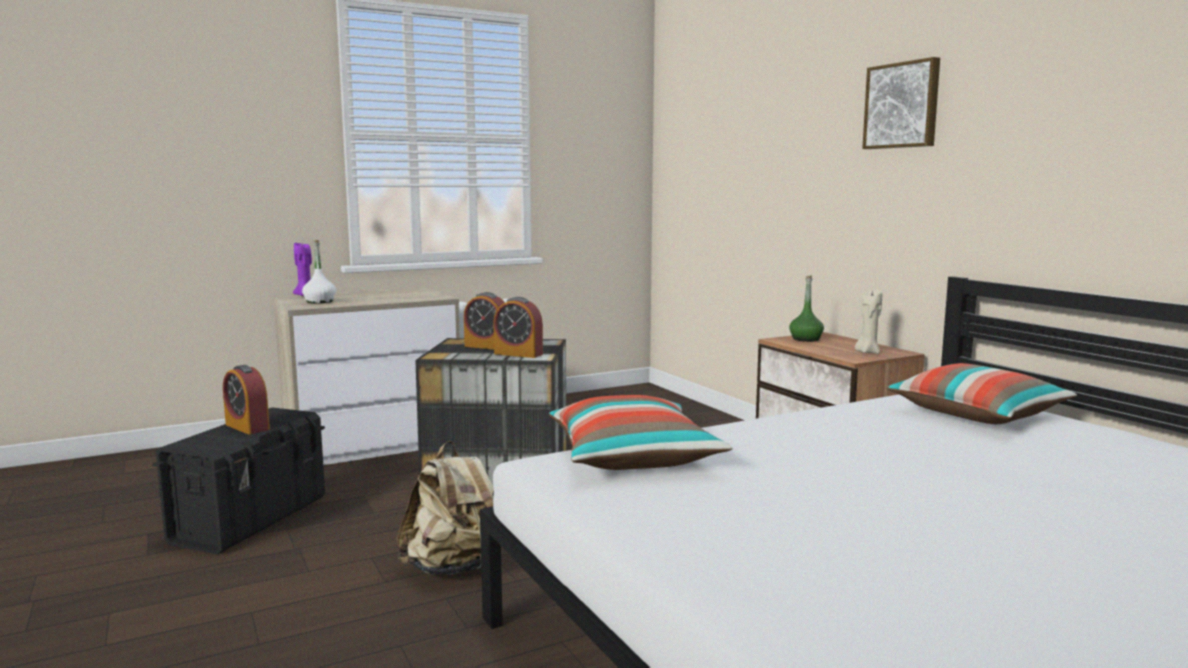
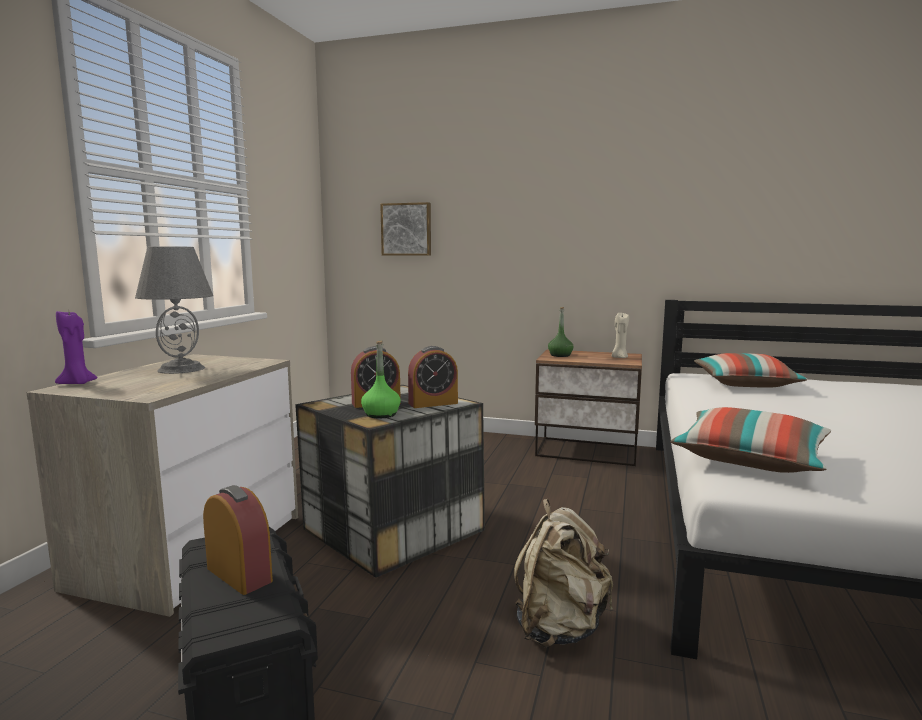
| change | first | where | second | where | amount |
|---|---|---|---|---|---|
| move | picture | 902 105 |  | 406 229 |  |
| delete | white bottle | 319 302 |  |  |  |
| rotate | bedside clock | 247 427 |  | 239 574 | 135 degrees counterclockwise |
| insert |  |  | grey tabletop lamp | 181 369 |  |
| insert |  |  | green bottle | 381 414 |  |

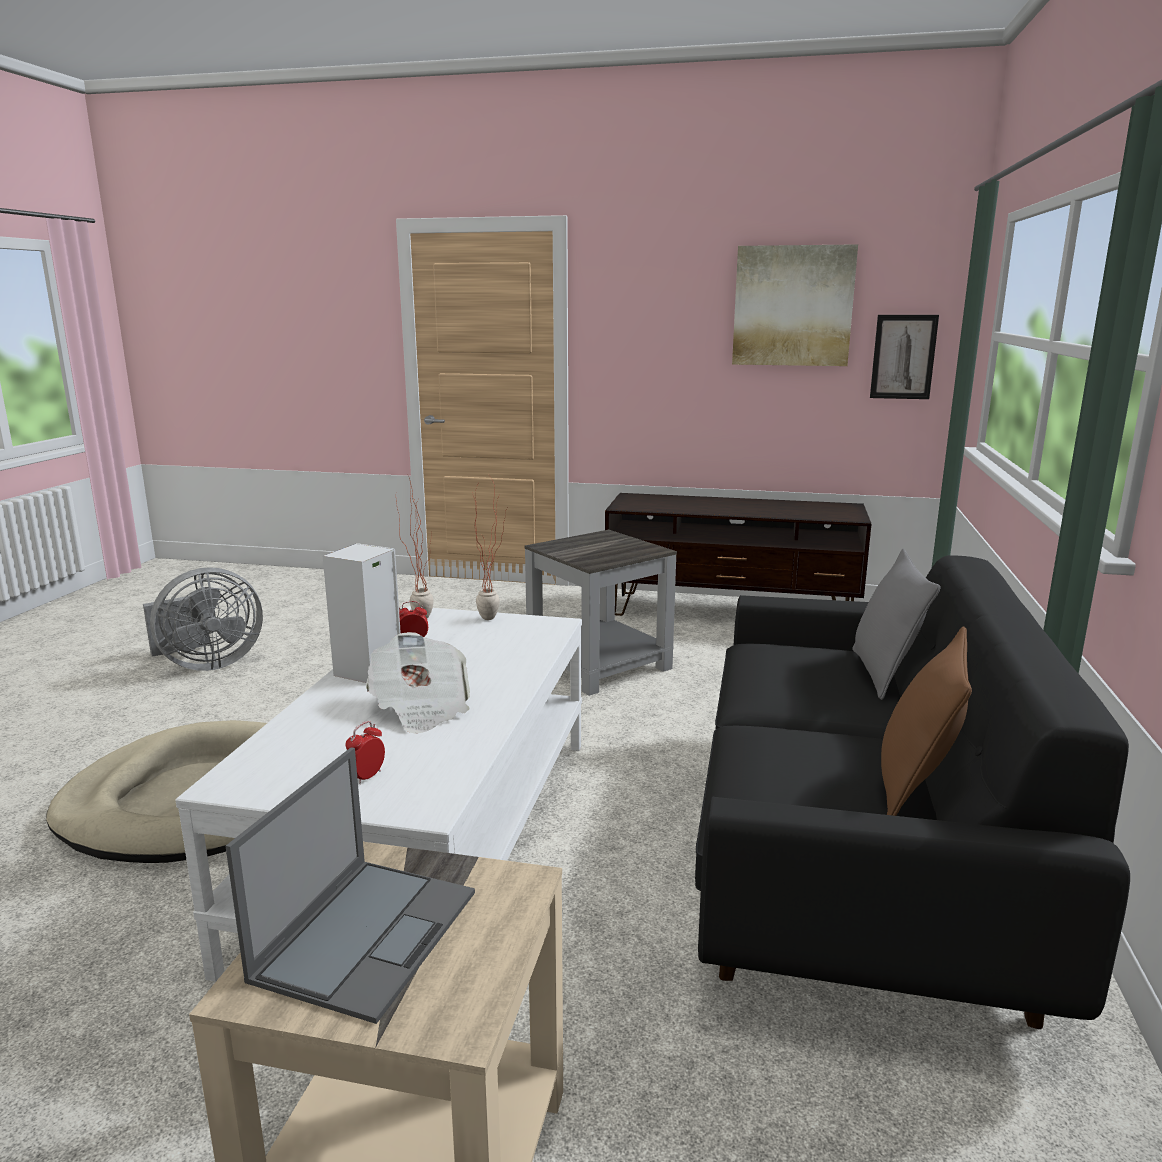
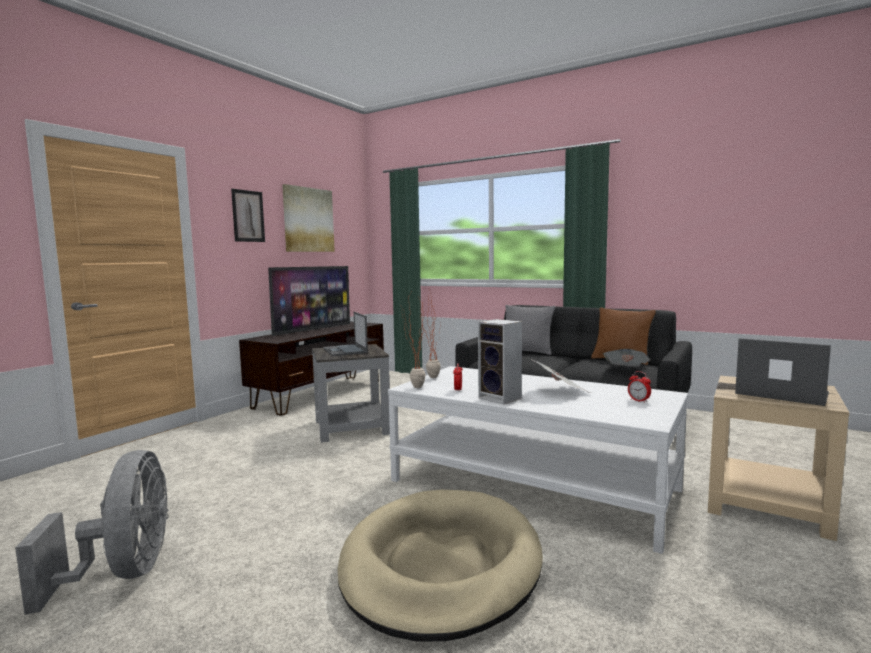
| change | first | where | second | where | amount |
|---|---|---|---|---|---|
| move | picture | 903 357 |  | 248 216 |  |
| insert |  |  | TV | 313 329 |  |
| insert |  |  | notebook computer | 345 350 |  |
| insert |  |  | newspaper | 626 370 |  |

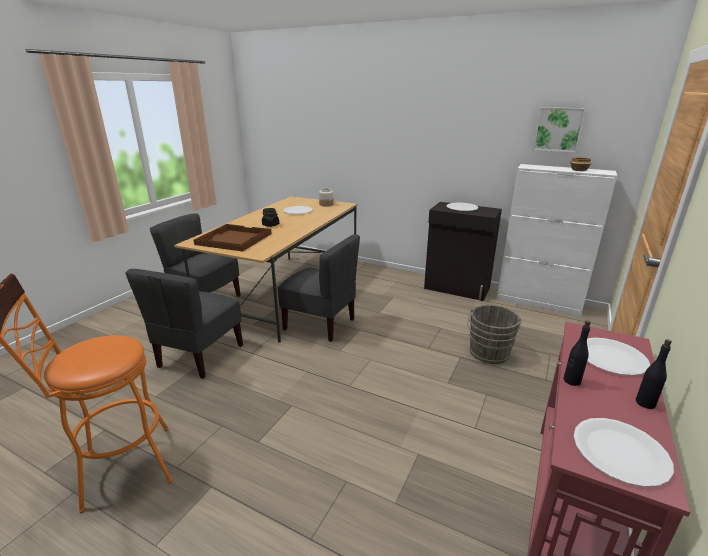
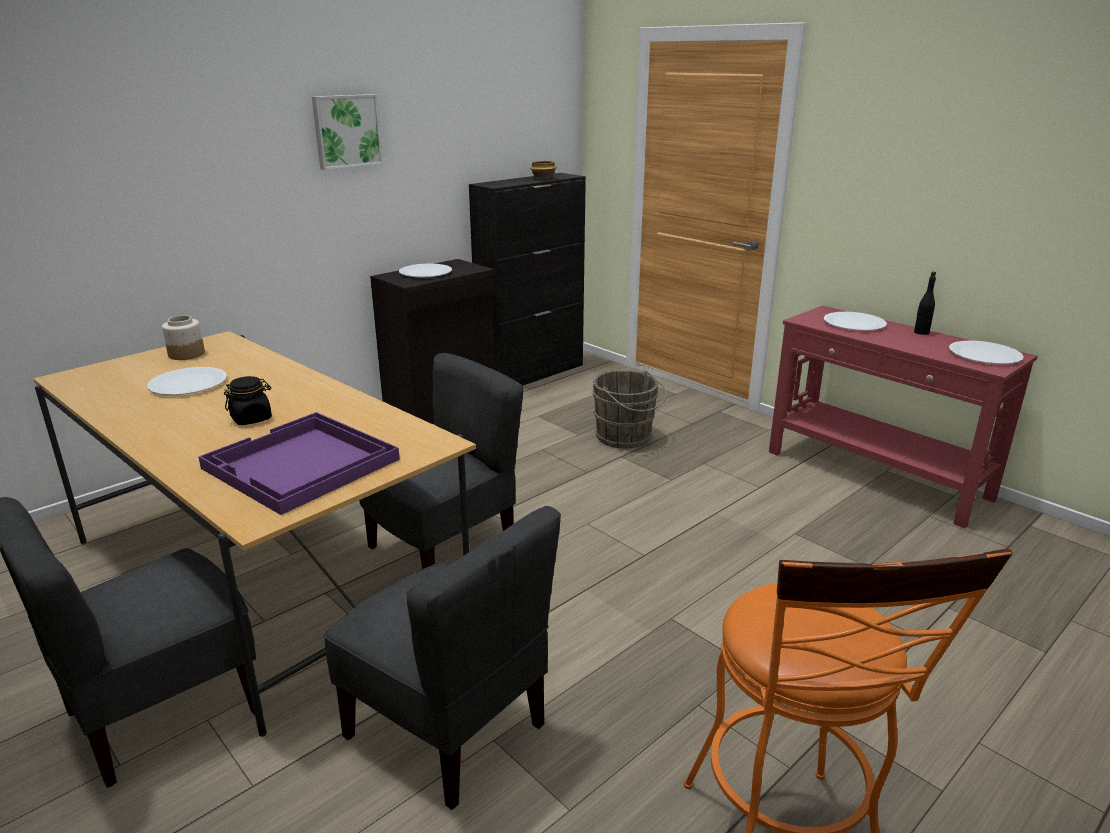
| change | first | where | second | where | amount |
|---|---|---|---|---|---|
| move | picture | 558 129 |  | 346 131 |  |
| recolor | white cupboard | 538 302 | blackish cupboard | 532 373 |  |
| recolor | brownish carrying tray | 233 239 | purple carrying tray | 301 465 |  |
| delete | blackish bottle | 571 381 |  |  |  |

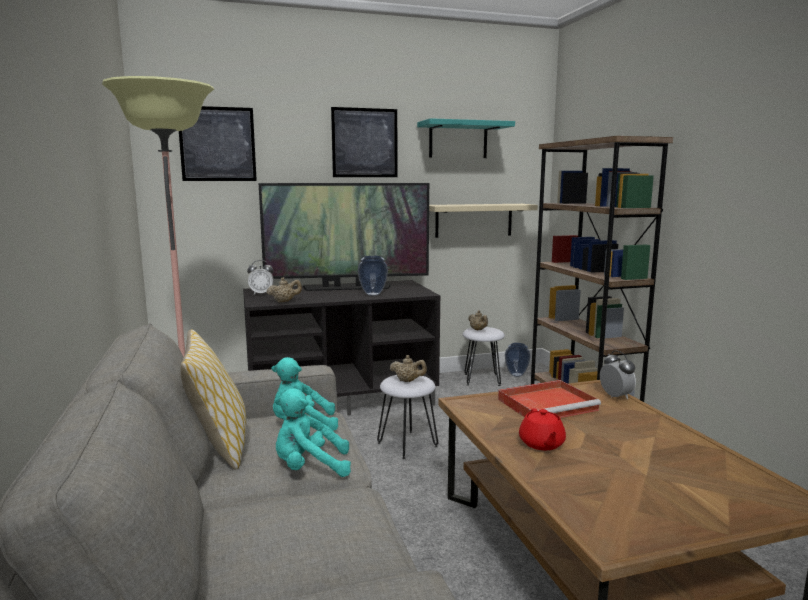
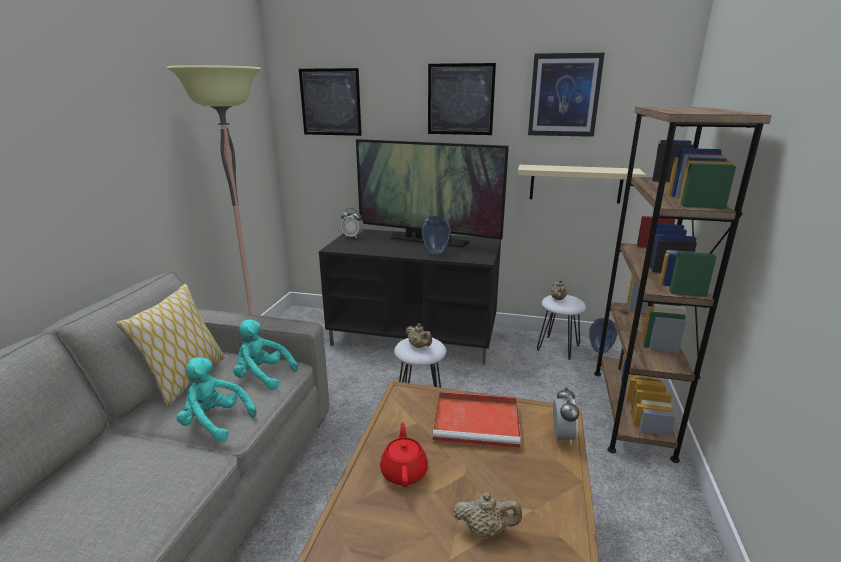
| change | first | where | second | where | amount |
|---|---|---|---|---|---|
| replace | turquoise shelf | 458 140 | picture | 564 95 |  |
| move | beige-coloured tea pot | 284 301 |  | 486 530 |  |
| rotate | red-coloured tea pot | 541 444 |  | 404 471 | 150 degrees clockwise |

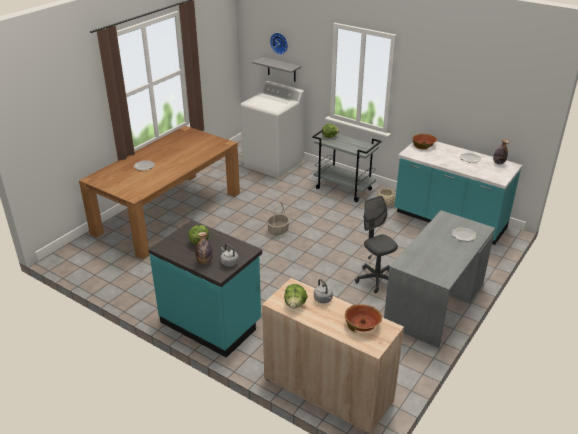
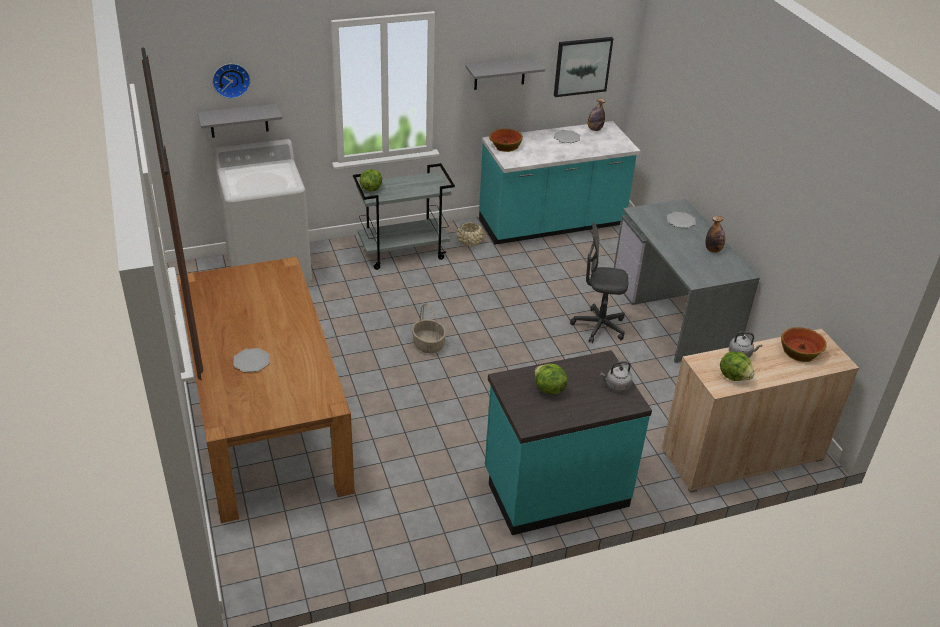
| change | first | where | second | where | amount |
|---|---|---|---|---|---|
| move | bottle | 204 262 |  | 713 250 |  |
| insert |  |  | picture | 582 66 |  |
| insert |  |  | grey shelf | 499 74 |  |

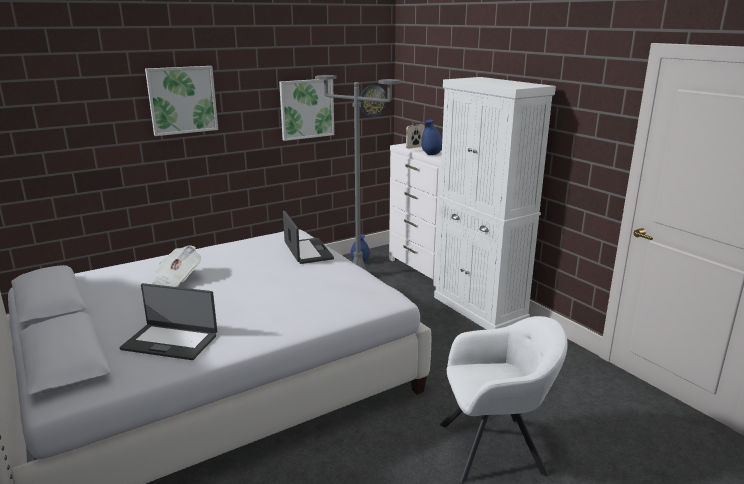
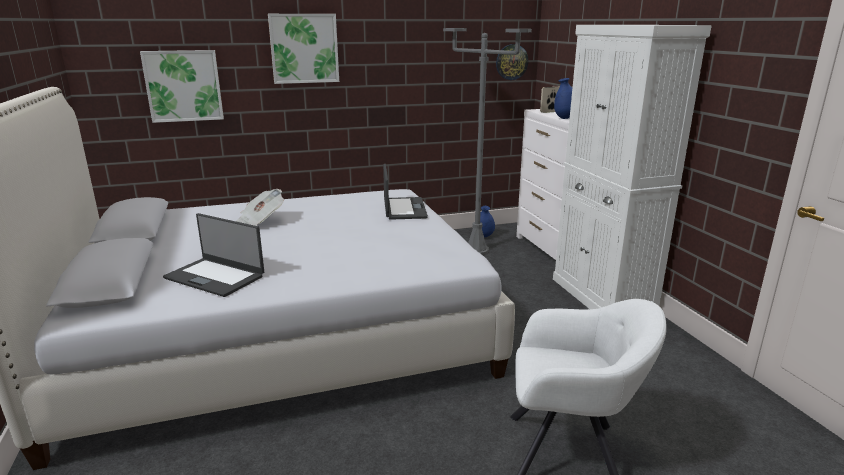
| change | first | where | second | where | amount |
|---|---|---|---|---|---|
| move | picture | 306 109 |  | 183 86 |  |

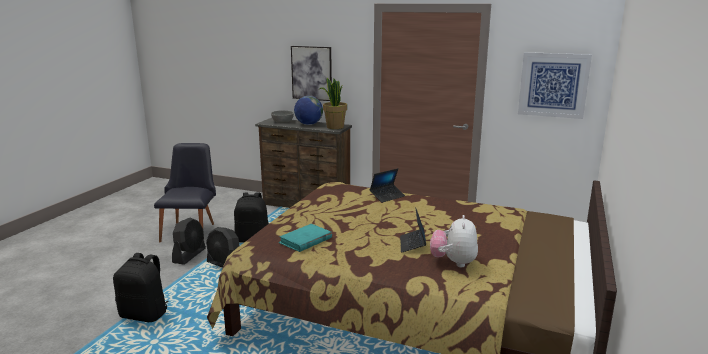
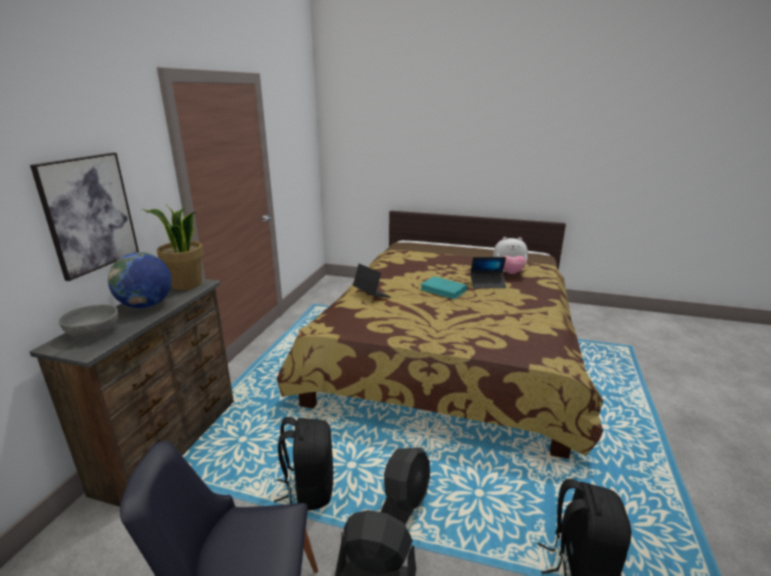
| change | first | where | second | where | amount |
|---|---|---|---|---|---|
| delete | picture | 553 85 |  |  |  |
| move | turquoise bound book | 305 240 |  | 443 290 |  |

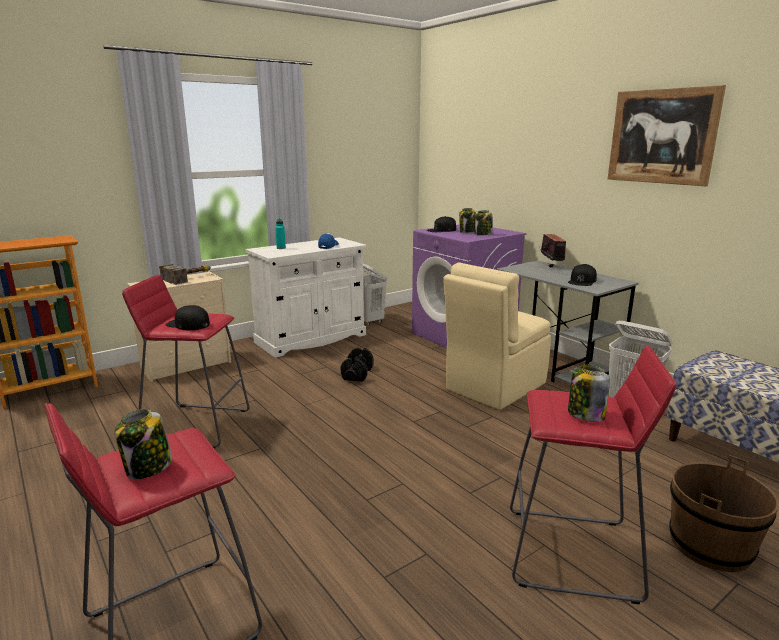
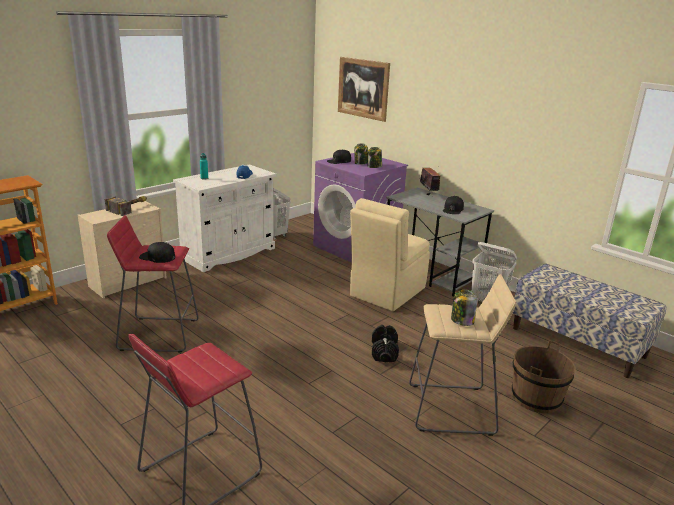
| change | first | where | second | where | amount |
|---|---|---|---|---|---|
| move | picture | 661 136 |  | 363 88 |  |
| recolor | red-coloured sitting stool | 572 554 | beige-coloured sitting stool | 451 409 |  |
| move | blackish free weight | 357 374 |  | 384 352 |  |
| delete | storage jar | 148 468 |  |  |  |

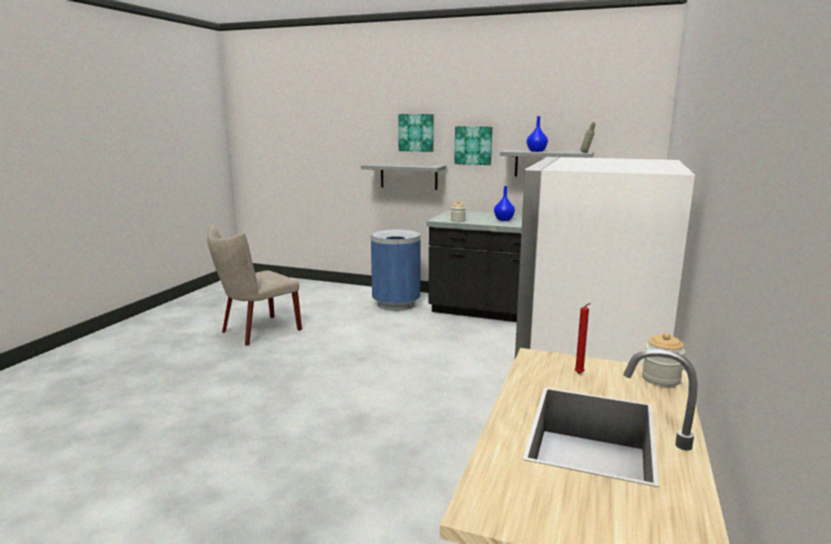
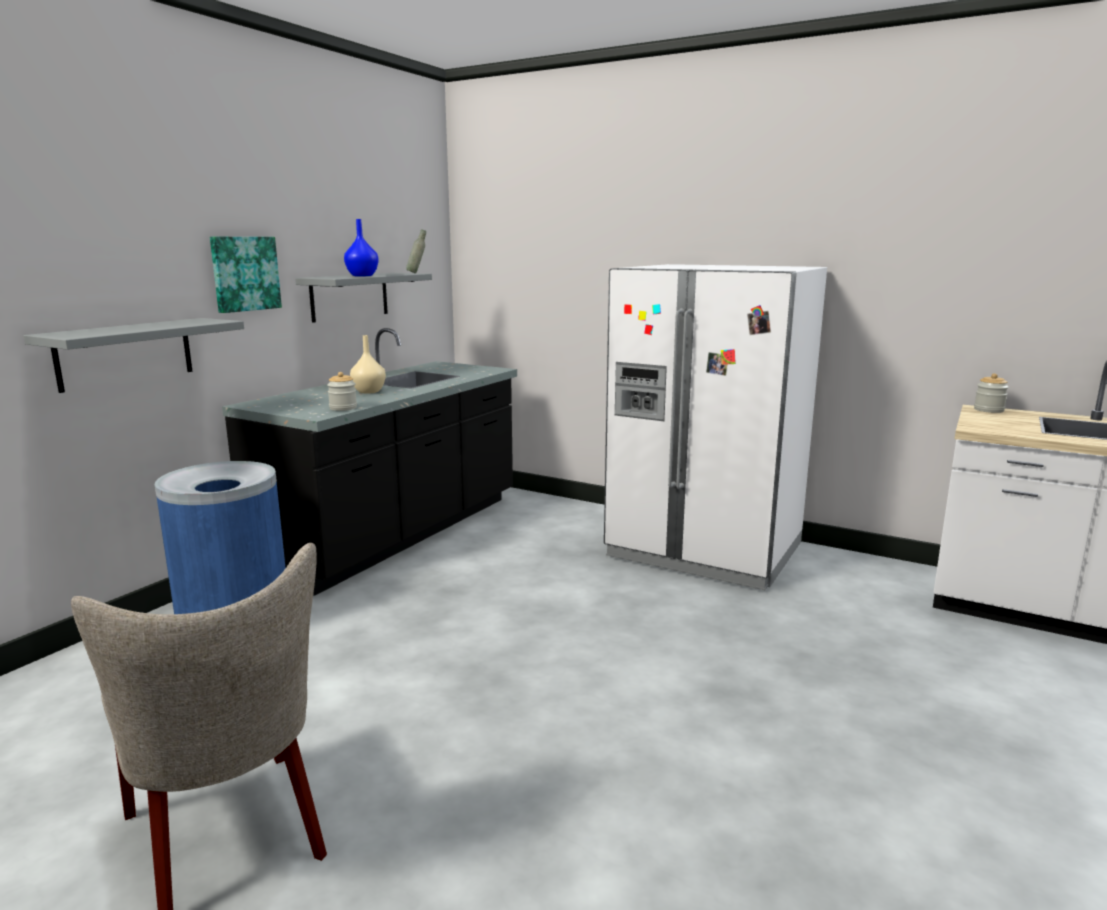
| change | first | where | second | where | amount |
|---|---|---|---|---|---|
| delete | picture | 416 132 |  |  |  |
| recolor | blue-coloured flower vase | 504 220 | beige-coloured flower vase | 369 391 |  |
| delete | red-coloured wax candle | 580 374 |  |  |  |

